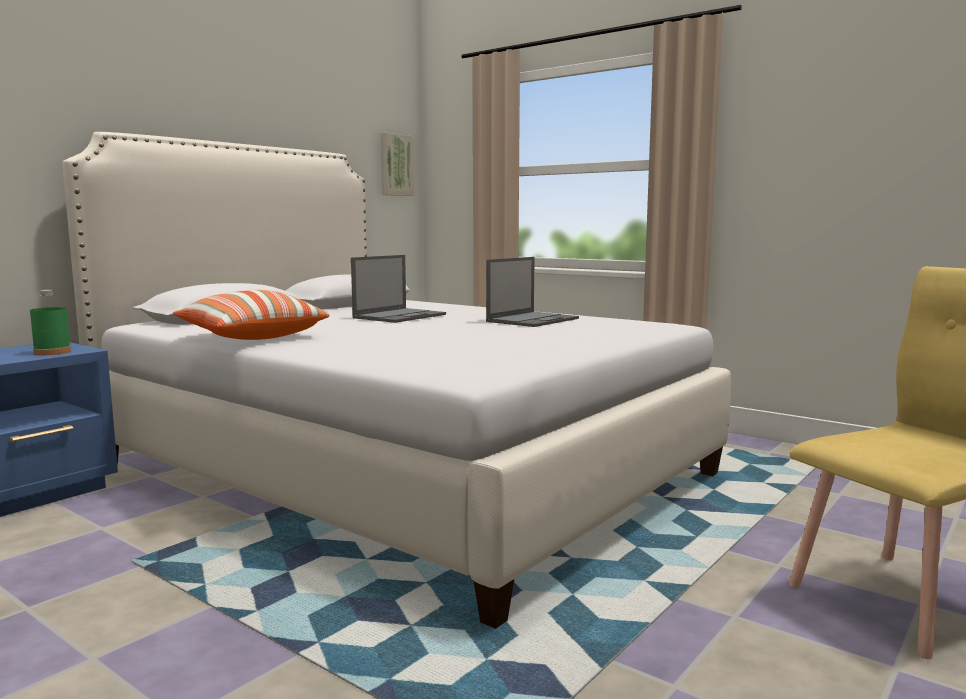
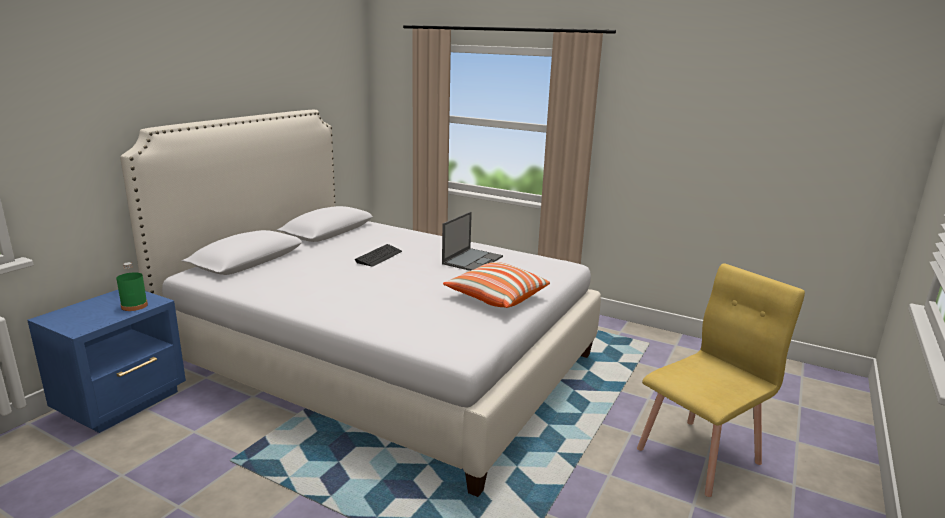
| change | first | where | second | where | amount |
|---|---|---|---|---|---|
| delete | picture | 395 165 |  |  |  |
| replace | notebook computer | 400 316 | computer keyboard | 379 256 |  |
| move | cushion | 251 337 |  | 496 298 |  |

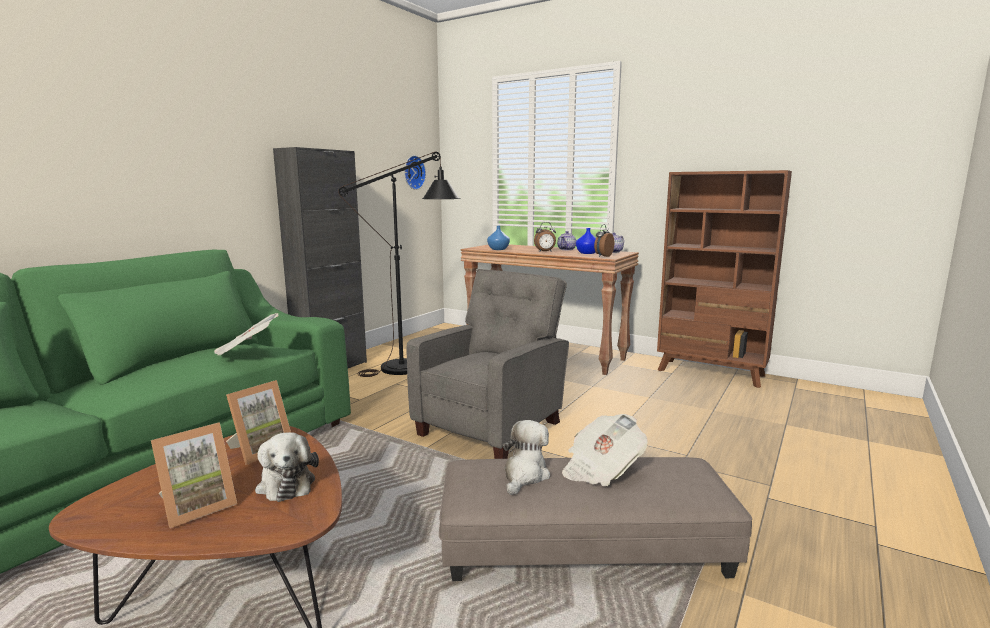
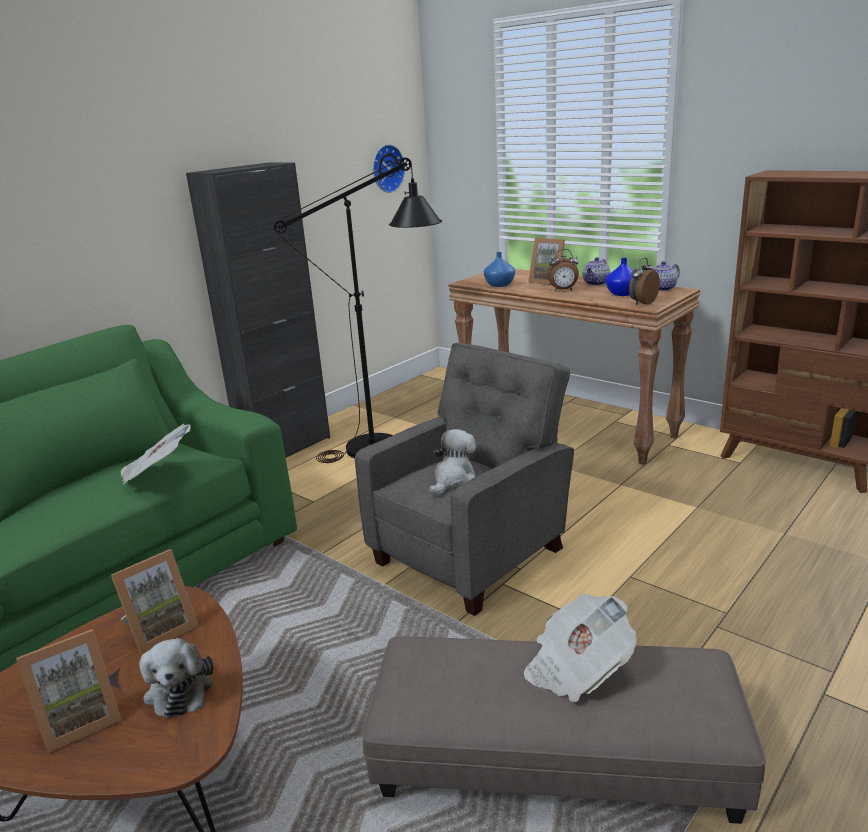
| change | first | where | second | where | amount |
|---|---|---|---|---|---|
| move | soft toy | 524 475 |  | 453 479 |  |
| insert |  |  | standing frame | 548 282 |  |

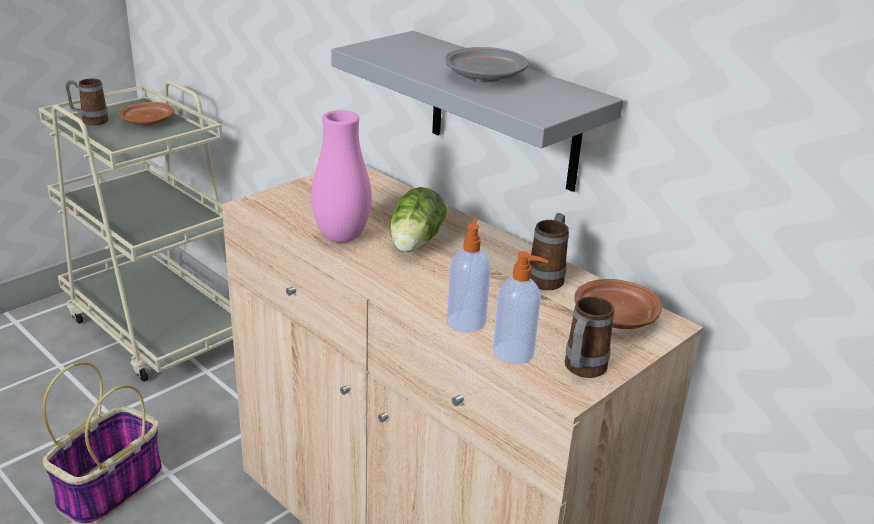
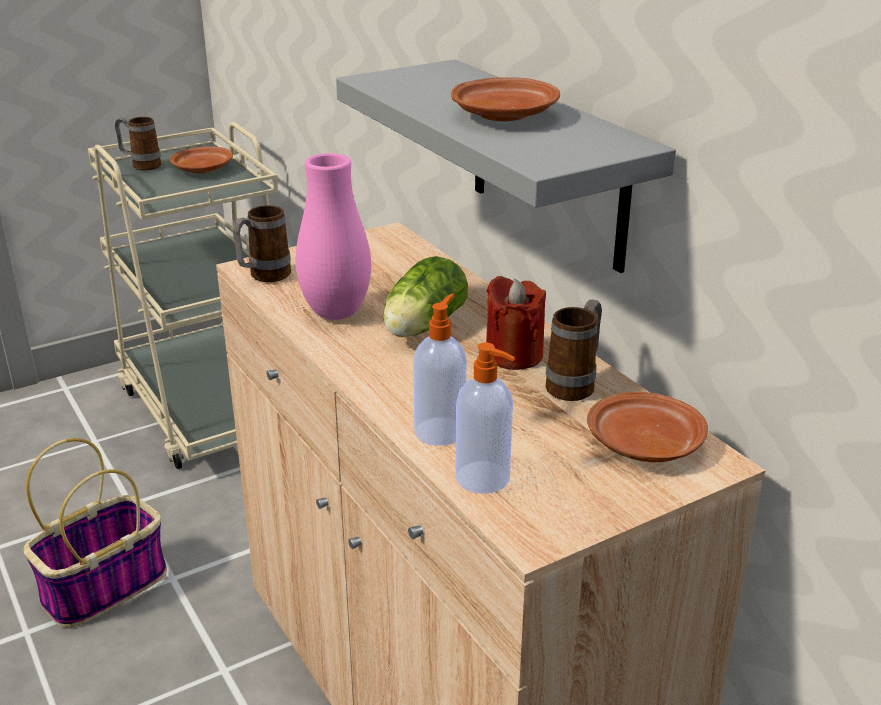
| change | first | where | second | where | amount |
|---|---|---|---|---|---|
| recolor | grey dinner plate | 485 77 | brownish dinner plate | 504 115 |  |
| move | mug | 581 371 |  | 263 277 |  |
| insert |  |  | red-coloured wax candle | 514 355 |  |

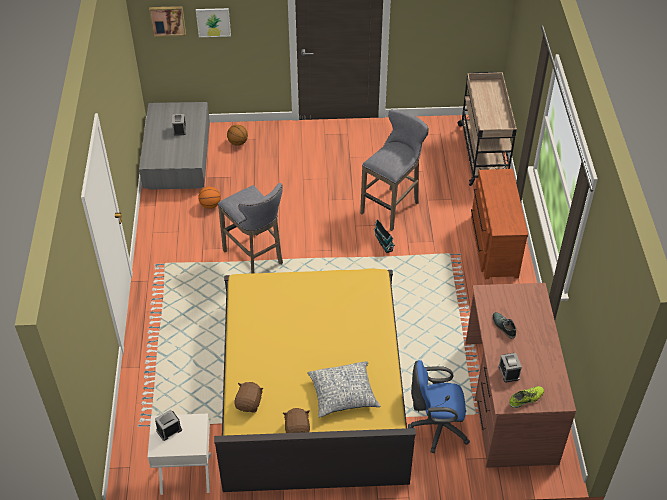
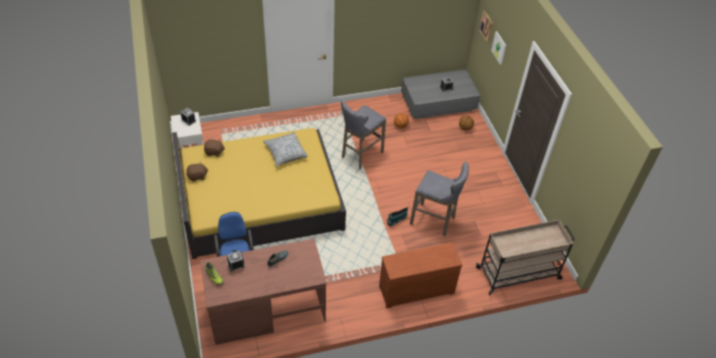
| change | first | where | second | where | amount |
|---|---|---|---|---|---|
| move | cushion | 343 394 |  | 285 153 |  |

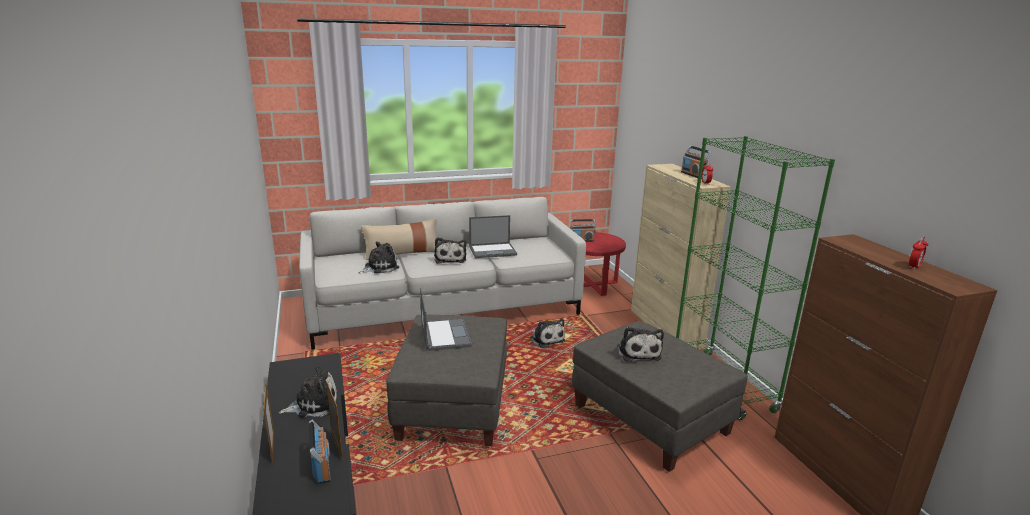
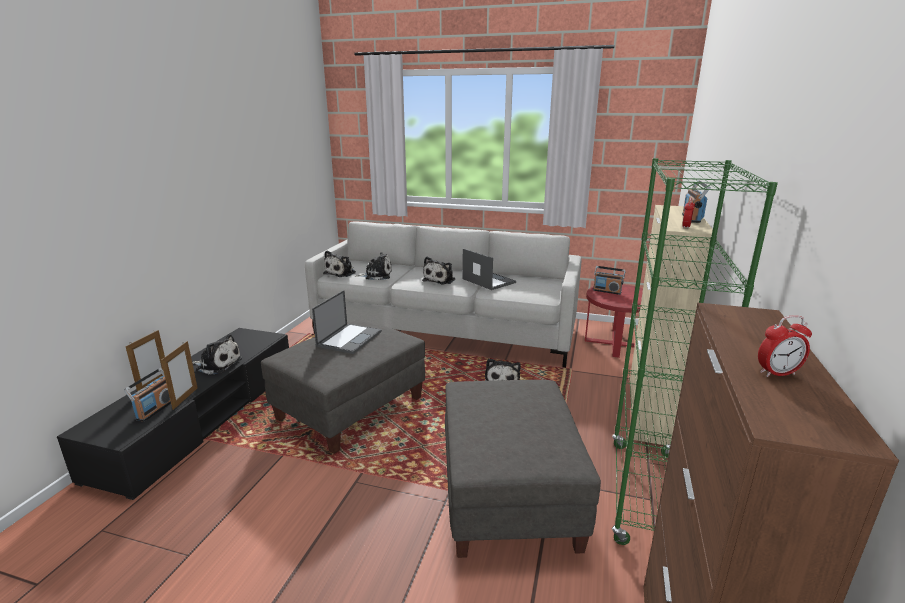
| change | first | where | second | where | amount |
|---|---|---|---|---|---|
| rotate | notebook computer | 493 250 |  | 488 281 | 150 degrees counterclockwise |
| delete | beige-coloured cushion | 402 253 |  |  |  |
| move | soft toy | 638 352 |  | 341 273 |  |

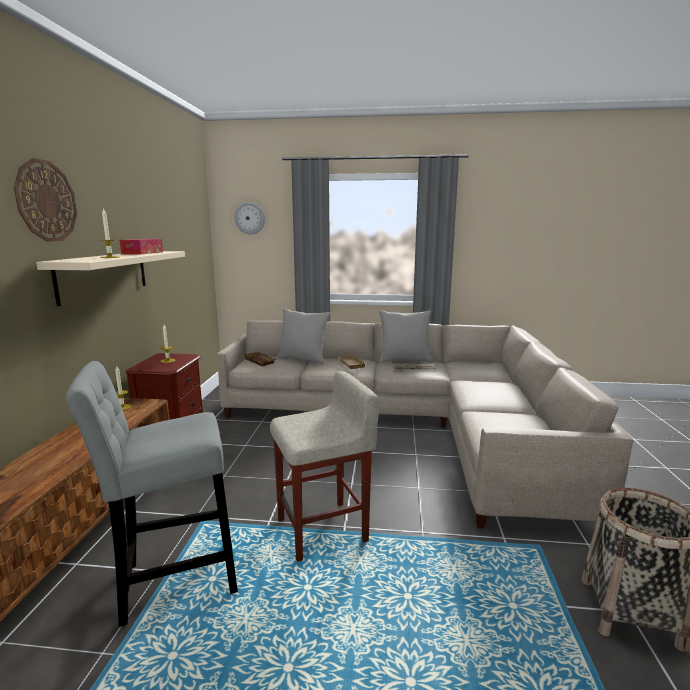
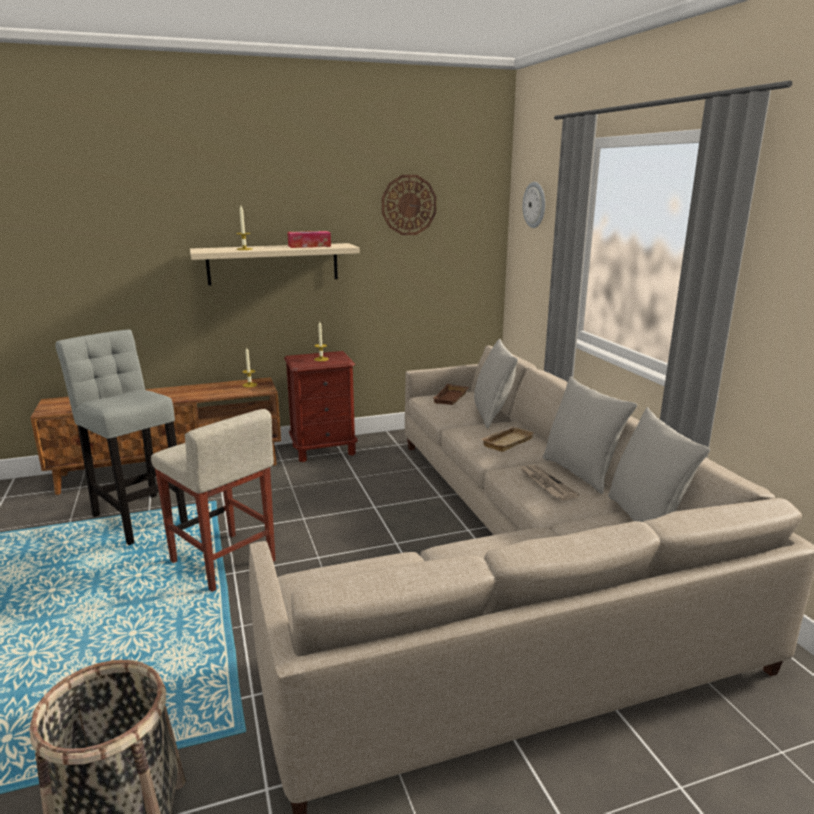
| change | first | where | second | where | amount |
|---|---|---|---|---|---|
| move | hanging clock | 46 201 |  | 408 205 |  |
| insert |  |  | grey cushion | 645 519 |  |

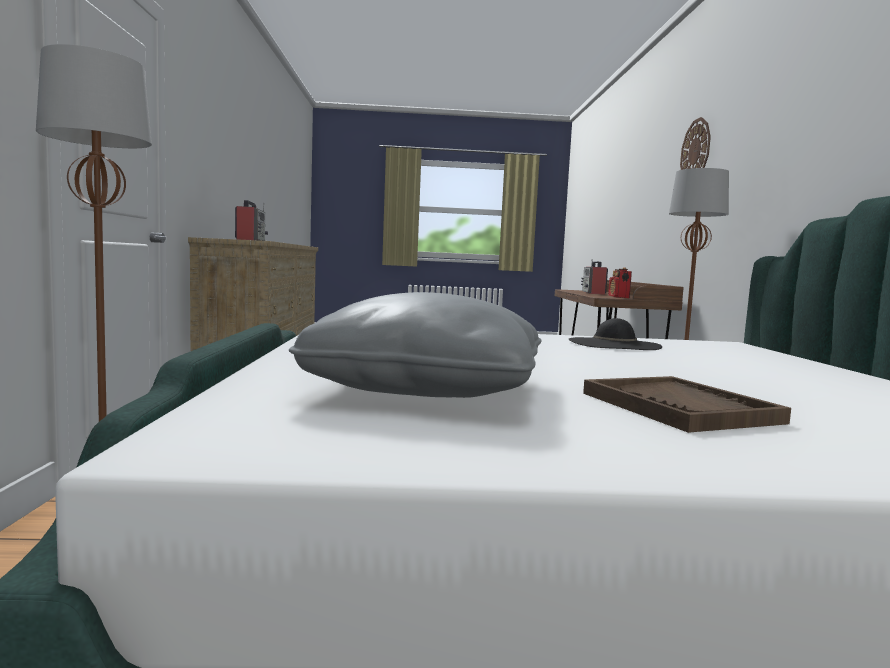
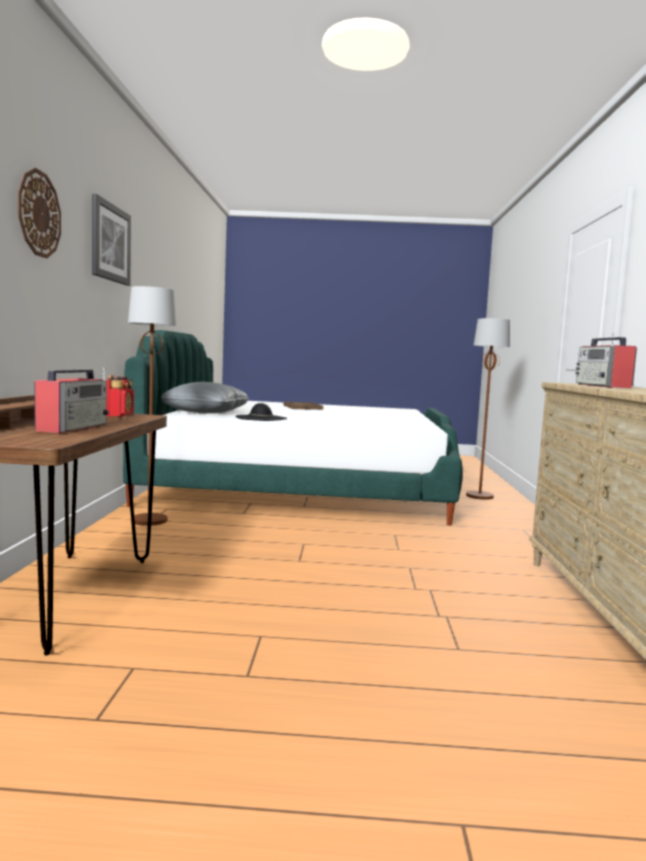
| change | first | where | second | where | amount |
|---|---|---|---|---|---|
| move | grey cushion | 427 389 |  | 206 412 |  |
| insert |  |  | picture | 110 243 |  |

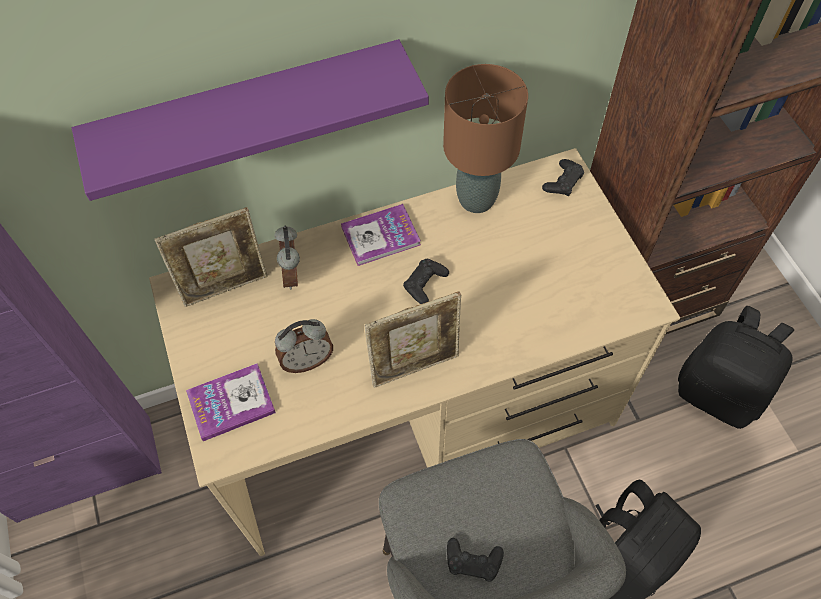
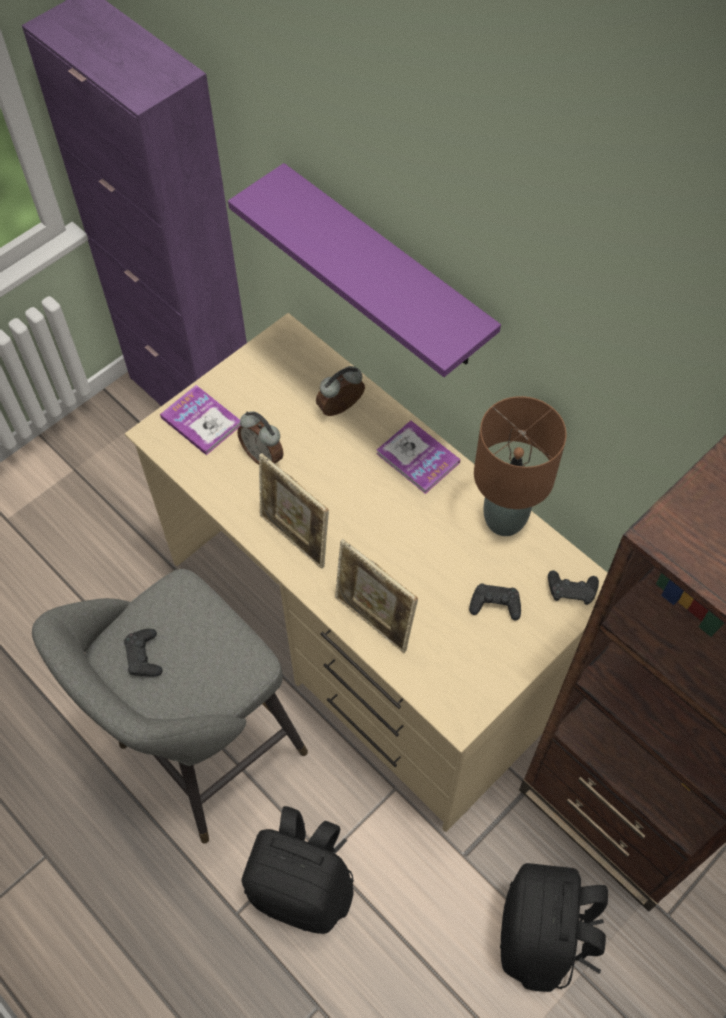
| change | first | where | second | where | amount |
|---|---|---|---|---|---|
| move | standing frame | 226 287 |  | 374 621 |  |
| move | blackish joypad | 425 284 |  | 495 604 |  |

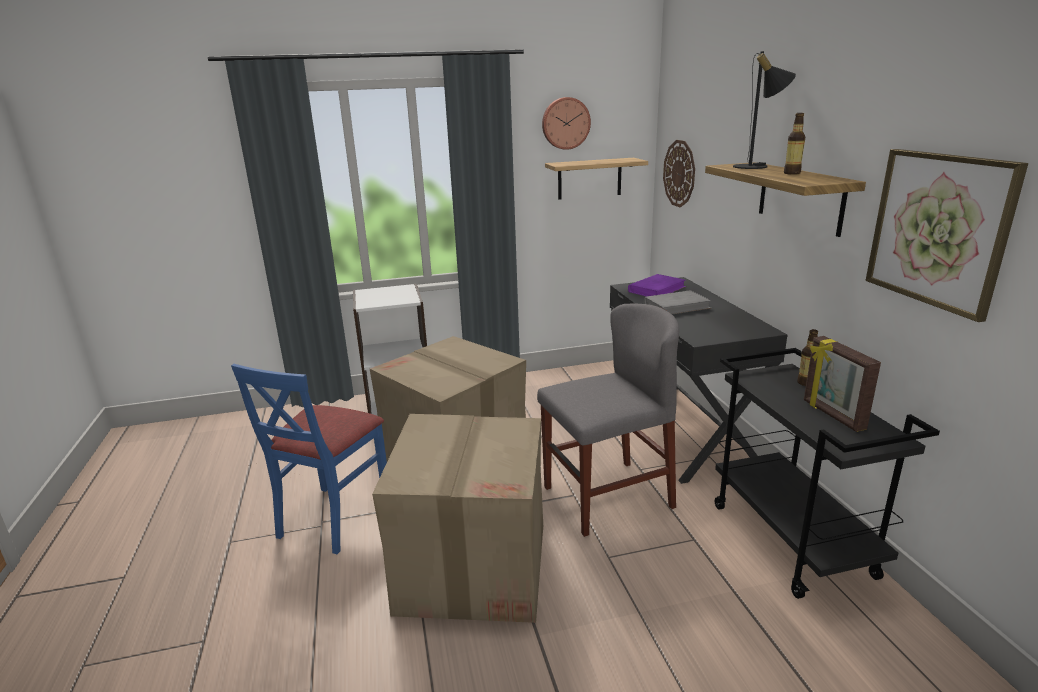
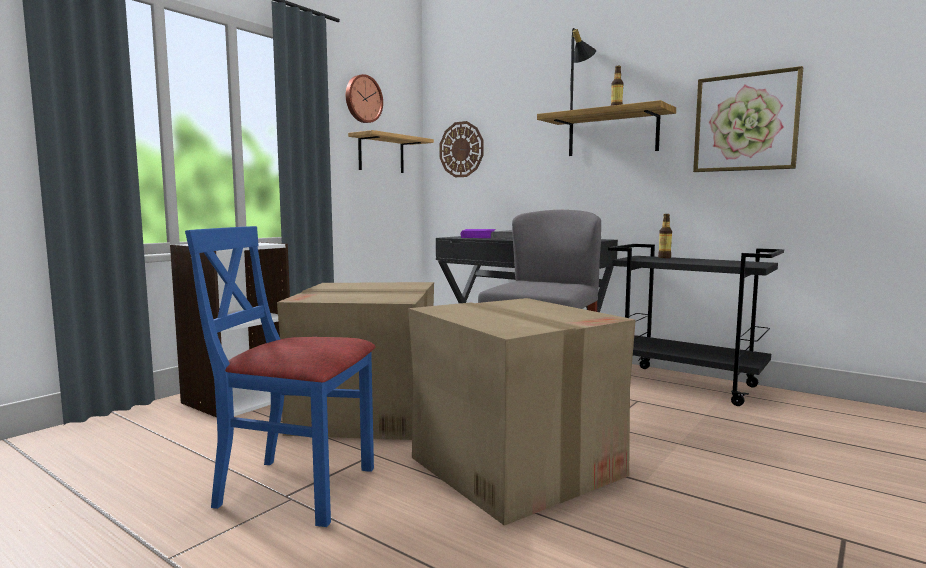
| change | first | where | second | where | amount |
|---|---|---|---|---|---|
| delete | standing frame | 832 415 |  |  |  |
| rotate | blue-coloured upright chair | 333 518 |  | 296 488 | 120 degrees clockwise |

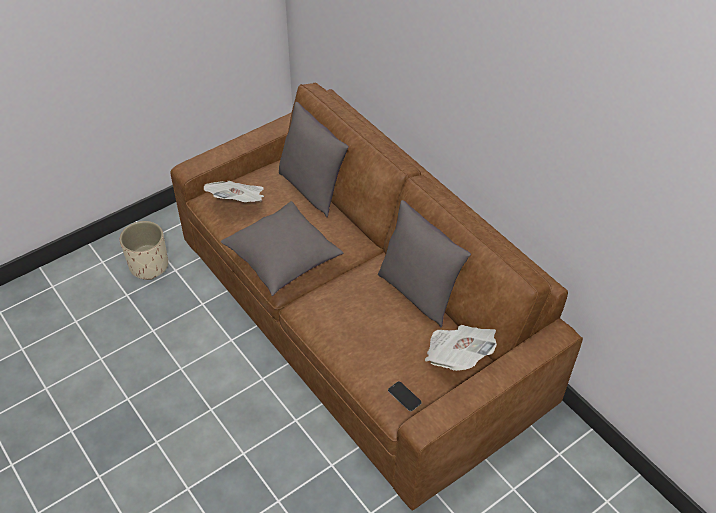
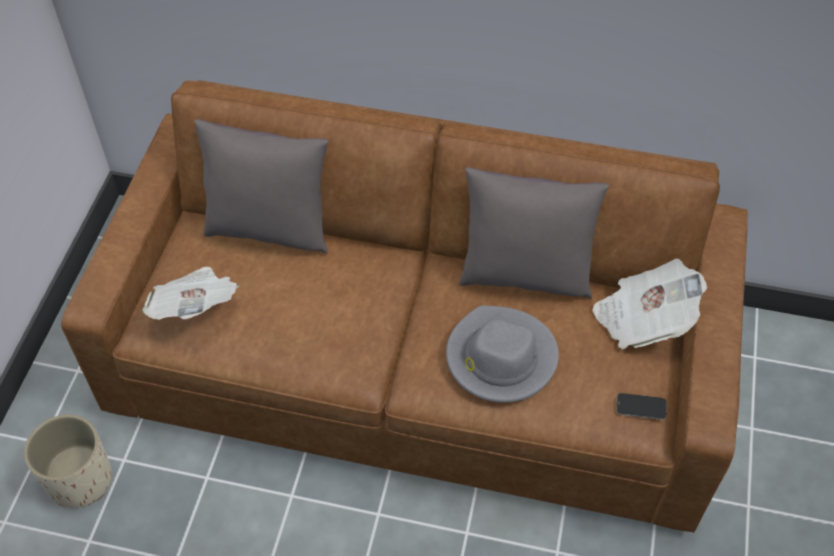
| change | first | where | second | where | amount |
|---|---|---|---|---|---|
| delete | grey cushion | 282 259 |  |  |  |
| insert |  |  | grey wearable hat | 500 358 |  |

